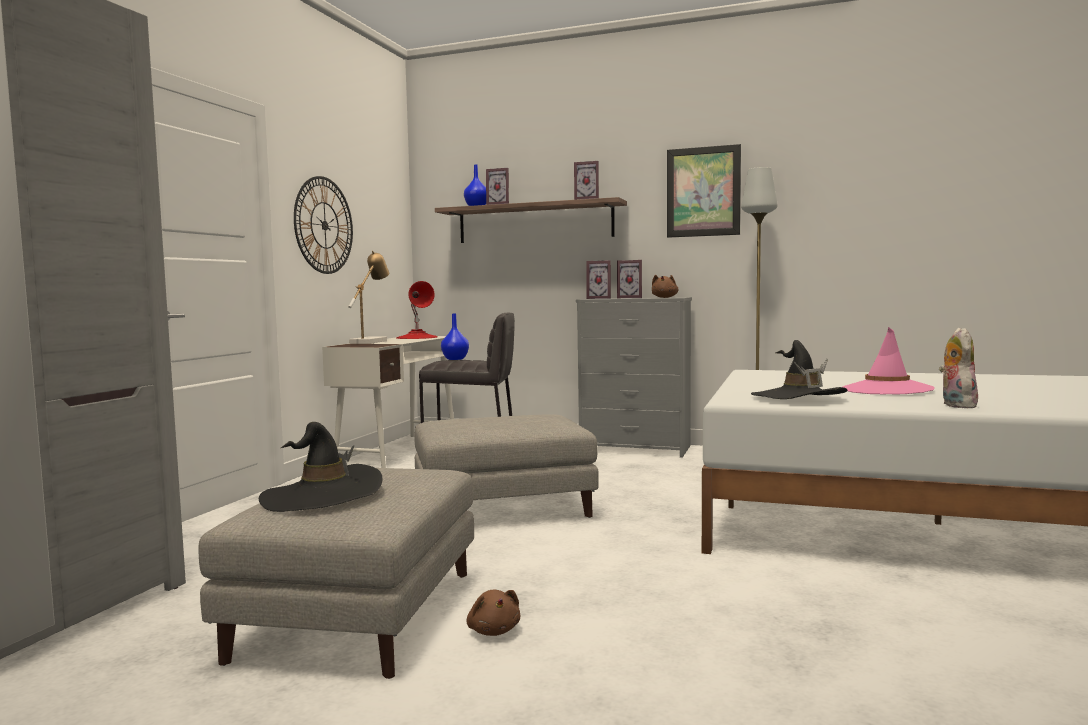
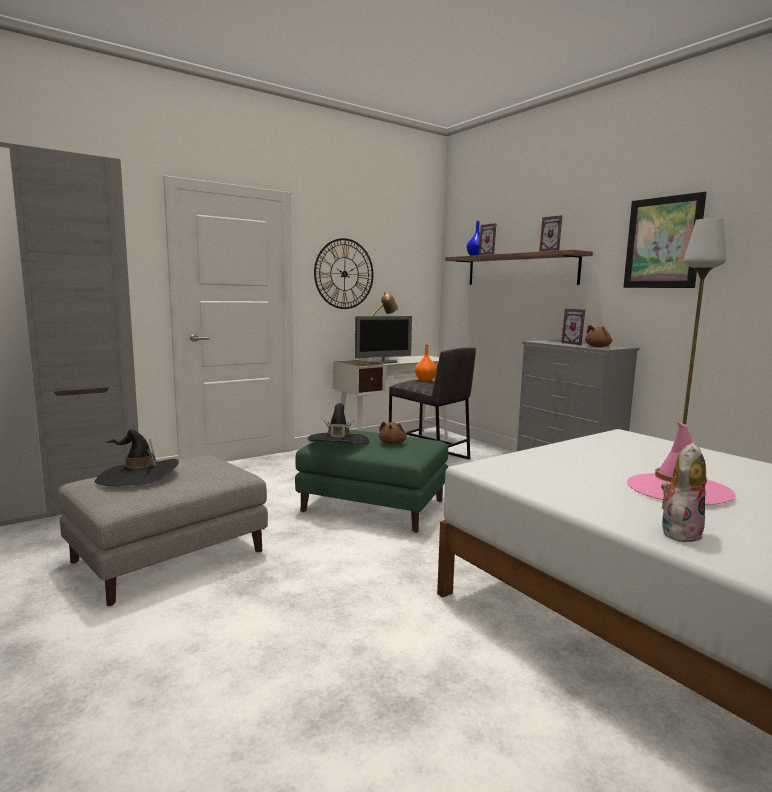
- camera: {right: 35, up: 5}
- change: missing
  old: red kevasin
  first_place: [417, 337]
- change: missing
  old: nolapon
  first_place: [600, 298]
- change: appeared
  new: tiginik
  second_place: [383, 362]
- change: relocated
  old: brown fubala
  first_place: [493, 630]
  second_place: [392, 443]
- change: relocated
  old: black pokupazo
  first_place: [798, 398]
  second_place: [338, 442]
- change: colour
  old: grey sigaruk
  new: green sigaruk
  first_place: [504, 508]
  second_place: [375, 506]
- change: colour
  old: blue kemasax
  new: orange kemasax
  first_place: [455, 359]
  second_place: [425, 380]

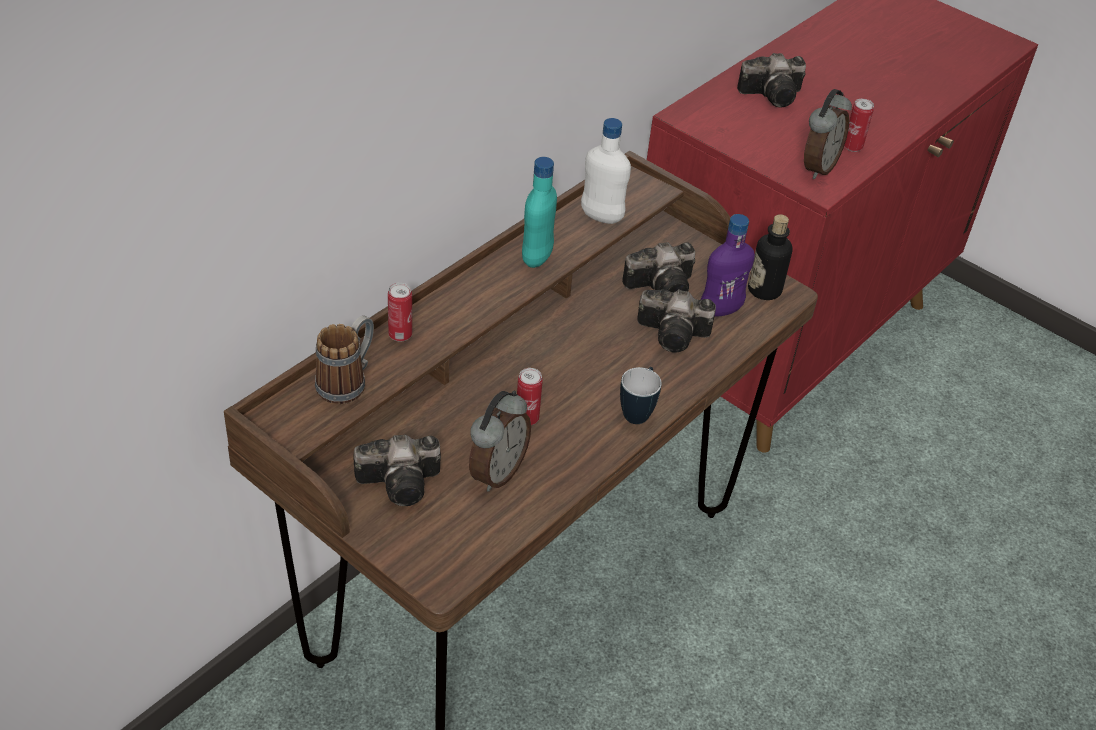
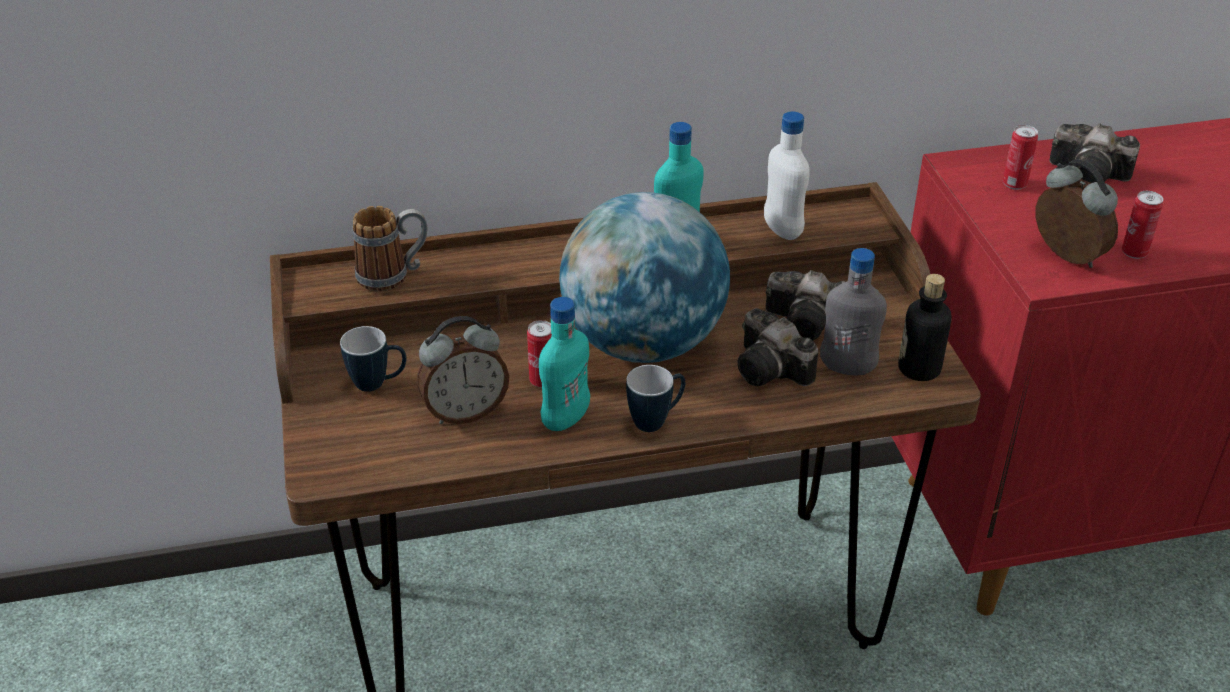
- camera: {right: 40, up: -5}
- change: appeared
  new: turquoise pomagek
  second_place: [565, 419]
- change: appeared
  new: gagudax
  second_place: [643, 343]
- change: relocated
  old: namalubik
  first_place: [400, 335]
  second_place: [1014, 184]
- change: exchanged
  old: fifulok
  new: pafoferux
  first_place: [403, 482]
  second_place: [378, 384]
- change: colour
  old: purple pomagek
  new: grey pomagek
  first_place: [720, 310]
  second_place: [847, 368]
- change: spun
  old: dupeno
  first_place: [817, 167]
  second_place: [1065, 257]
  degrees: -105

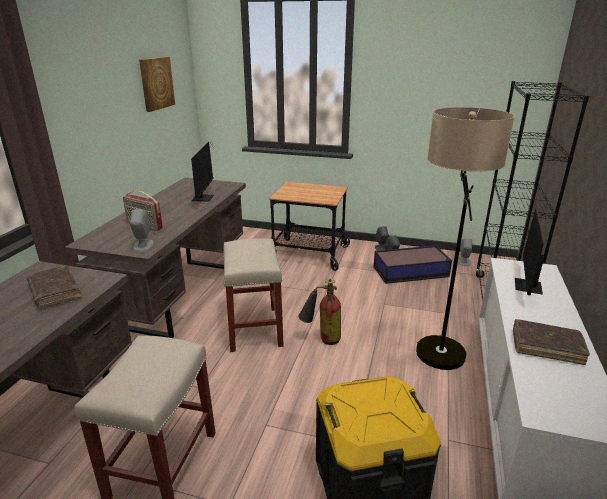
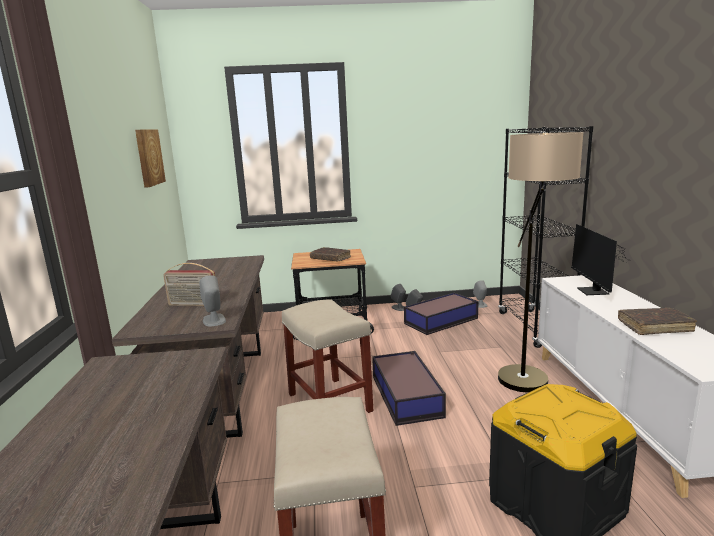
- camera: {right: -20, up: -10}
- change: missing
  old: tiginik
  first_place: [204, 197]
- change: relocated
  old: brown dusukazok
  first_place: [55, 292]
  second_place: [330, 258]
- change: exchanged
  old: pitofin
  new: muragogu
  first_place: [322, 339]
  second_place: [406, 395]

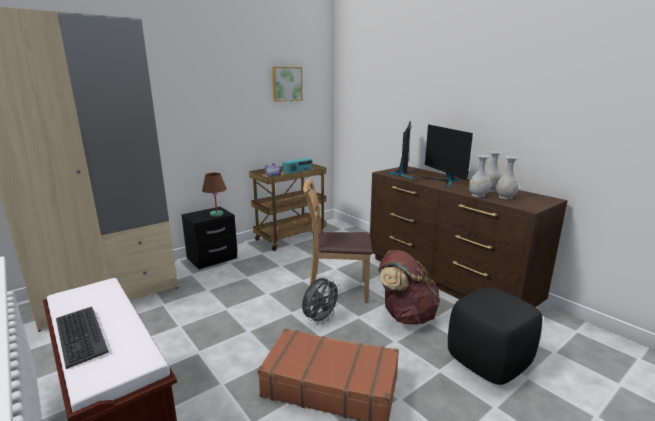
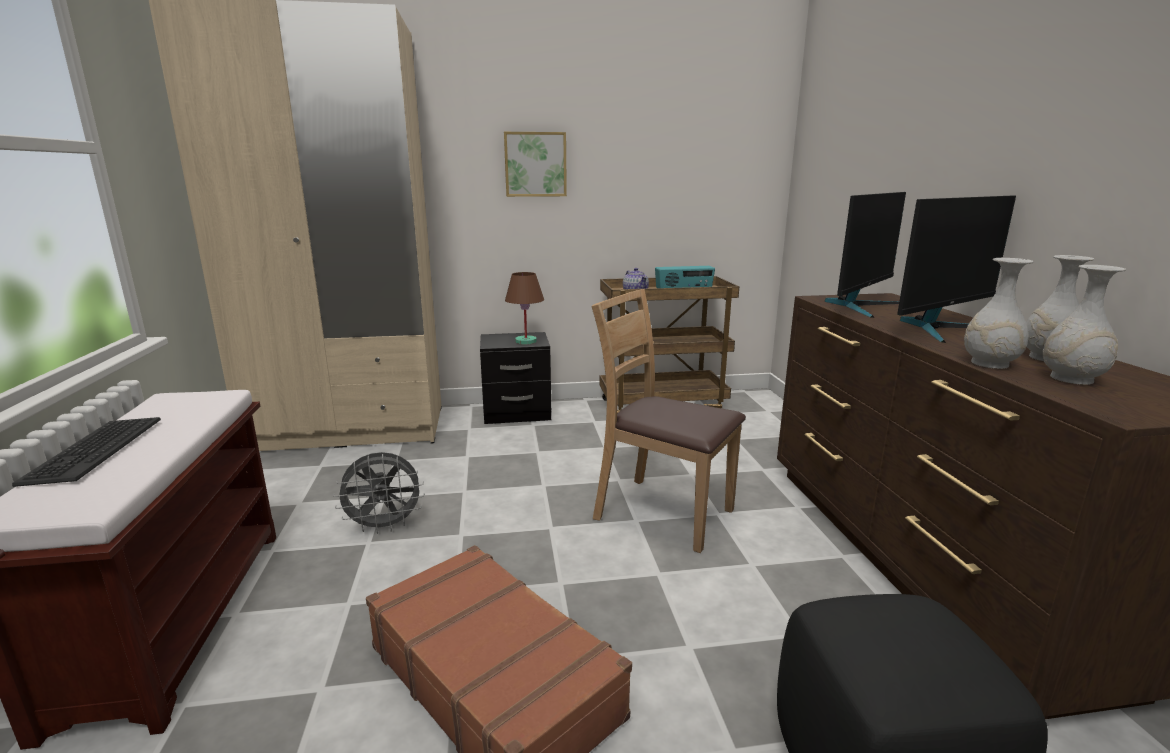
- camera: {right: 30, up: 0}
- change: missing
  old: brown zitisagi
  first_place: [405, 315]
- change: relocated
  old: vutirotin
  first_place: [286, 84]
  second_place: [535, 164]
- change: relocated
  old: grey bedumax
  first_place: [320, 319]
  second_place: [385, 526]
- change: spun
  old: tiginik
  first_place: [445, 182]
  second_place: [940, 328]
  degrees: -135

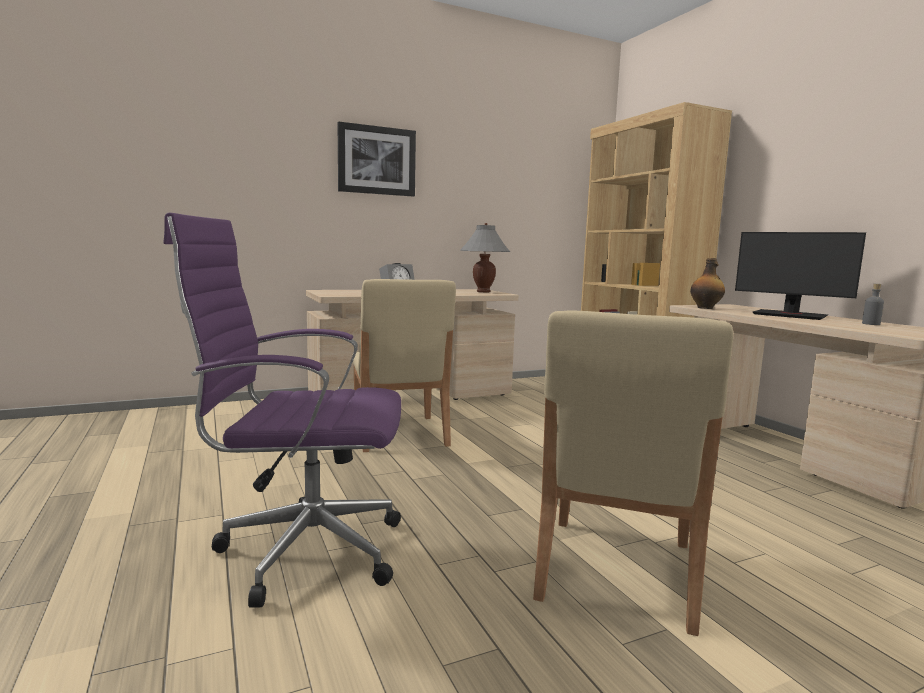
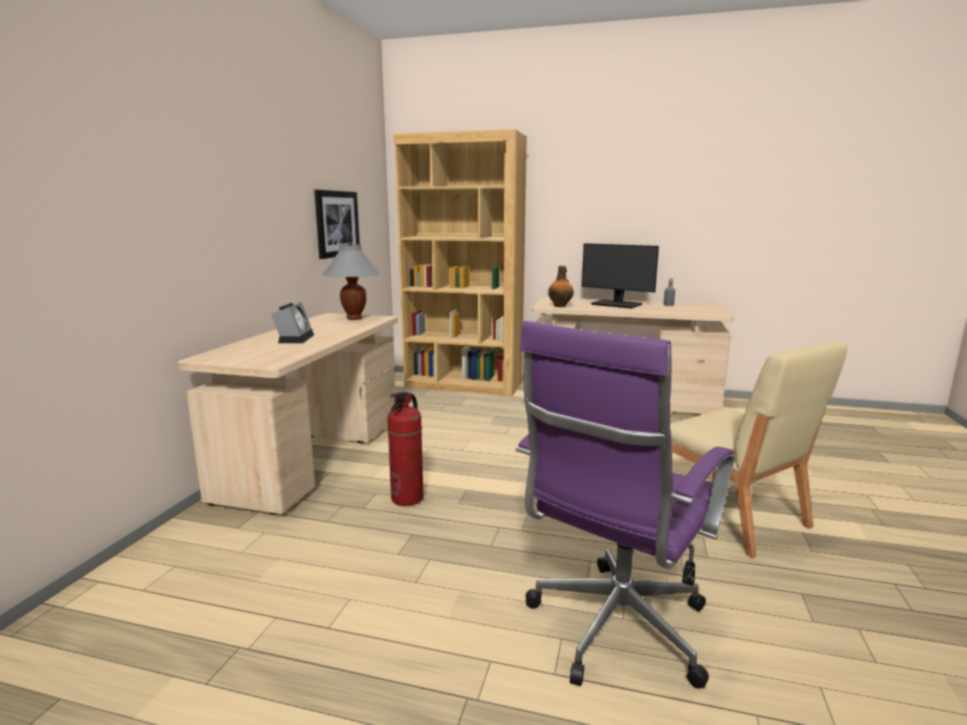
- camera: {right: -50, up: 5}
- change: relocated
  old: vutirotin
  first_place: [377, 160]
  second_place: [337, 223]
- change: exchanged
  old: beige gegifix
  new: pitofin
  first_place: [399, 434]
  second_place: [407, 498]
- change: spun
  old: tiginik
  first_place: [790, 315]
  second_place: [617, 304]
  degrees: 45

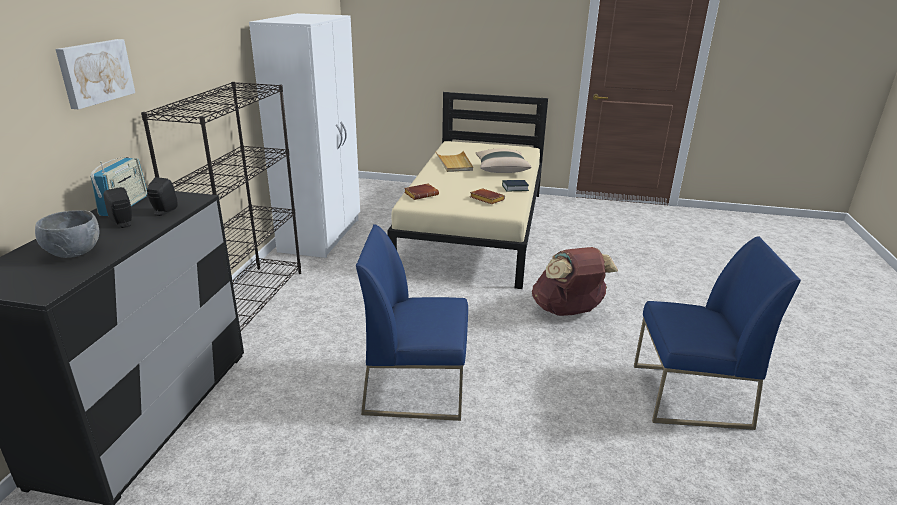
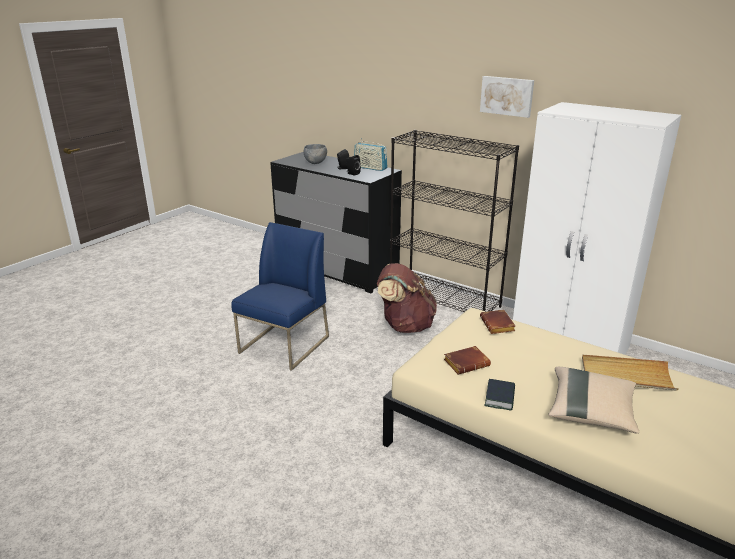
- camera: {right: 115, up: 0}
- change: missing
  old: blue gegifix
  first_place: [689, 396]
- change: relocated
  old: vutirotin
  first_place: [95, 72]
  second_place: [507, 96]
- change: relocated
  old: brown zitisagi
  first_place: [568, 311]
  second_place: [405, 326]

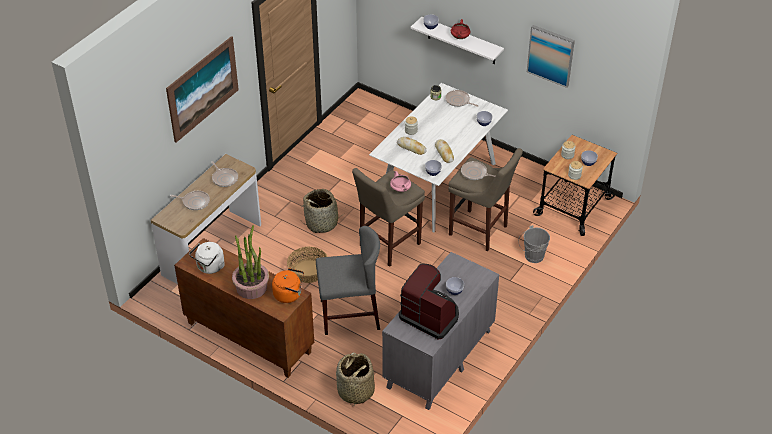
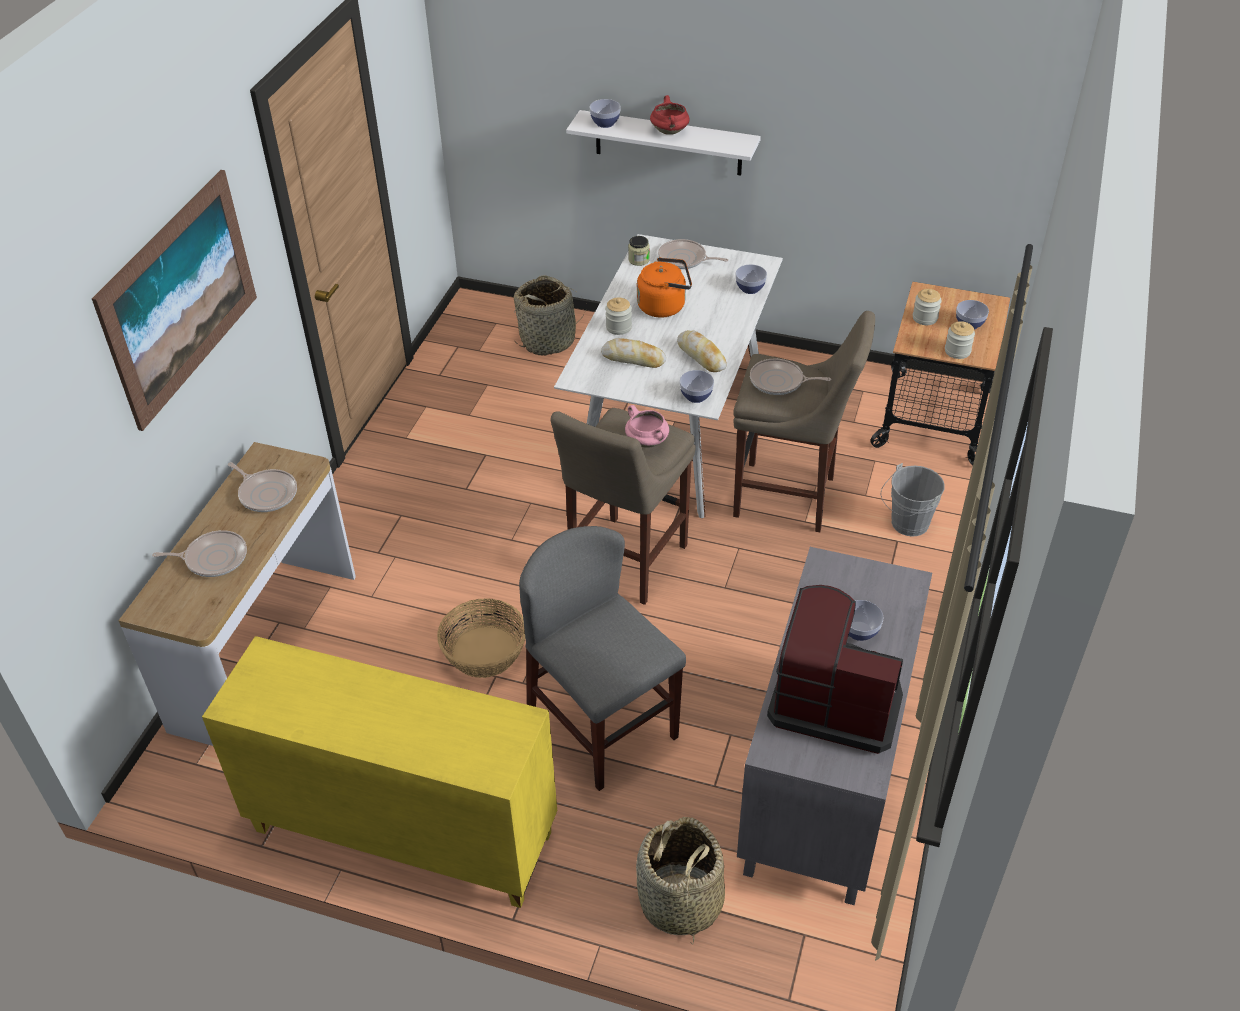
- camera: {right: -15, up: 0}
- change: missing
  old: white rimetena
  first_place: [209, 267]
- change: missing
  old: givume
  first_place: [251, 287]
- change: missing
  old: vutirotin
  first_place: [550, 55]
- change: relocated
  old: orange rimetena
  first_place: [289, 294]
  second_place: [664, 306]
- change: relocated
  old: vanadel
  first_place: [322, 223]
  second_place: [548, 340]
- change: colour
  old: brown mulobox
  new: yellow mulobox
  first_place: [248, 338]
  second_place: [401, 833]
- change: spun
  old: grey gegifix
  first_place: [349, 314]
  second_place: [602, 725]
  degrees: -105

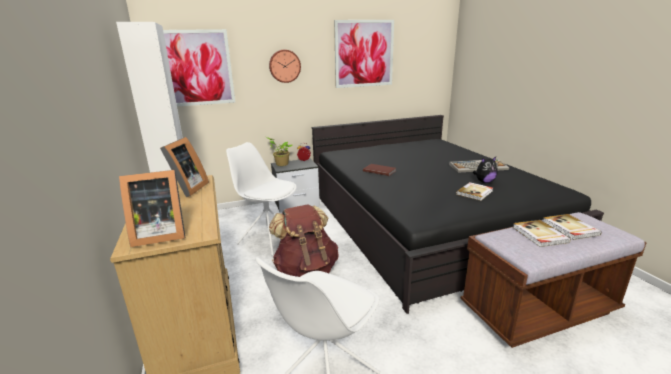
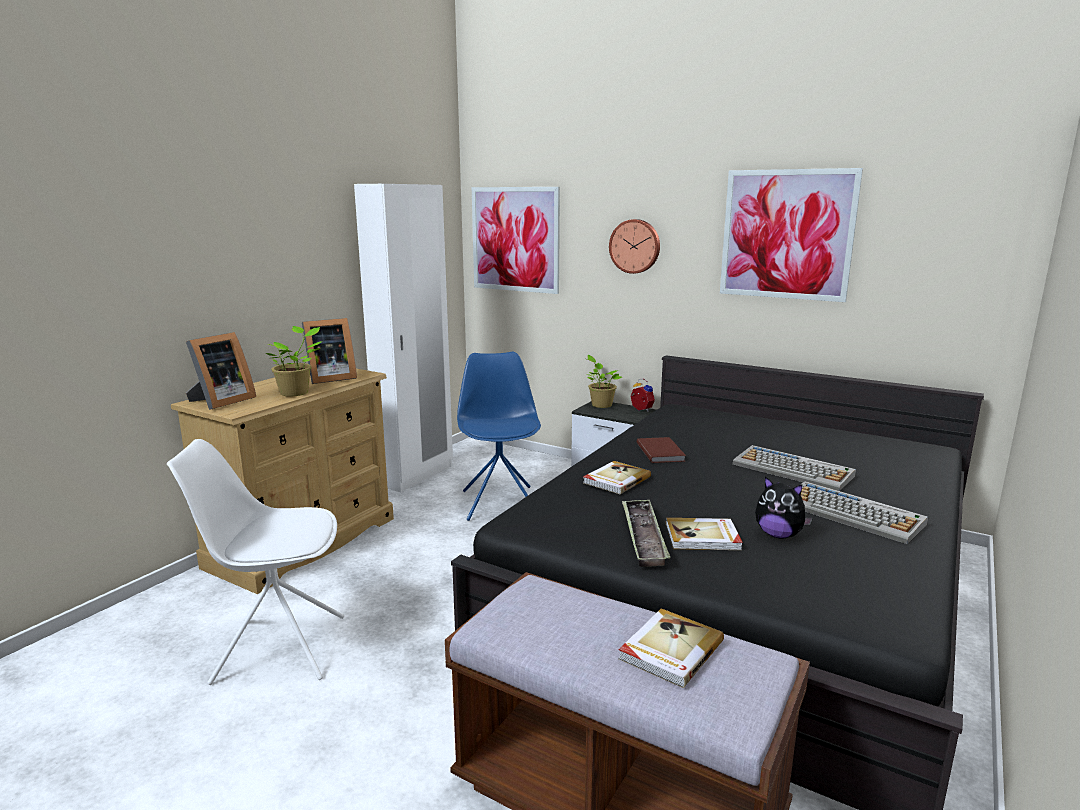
- camera: {right: 50, up: -5}
- change: missing
  old: brown zitisagi
  first_place: [306, 270]
- change: appeared
  new: givume
  second_place: [296, 392]
- change: appeared
  new: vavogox
  second_place: [643, 537]
- change: appeared
  new: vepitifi
  second_place: [794, 470]
- change: relocated
  old: dusukazok
  first_place: [539, 235]
  second_place: [616, 480]
- change: colour
  old: white gegifix
  new: blue gegifix
  first_place: [268, 239]
  second_place: [500, 502]
- change: spun
  old: nolapon
  first_place: [158, 235]
  second_place: [220, 402]
  degrees: -90

